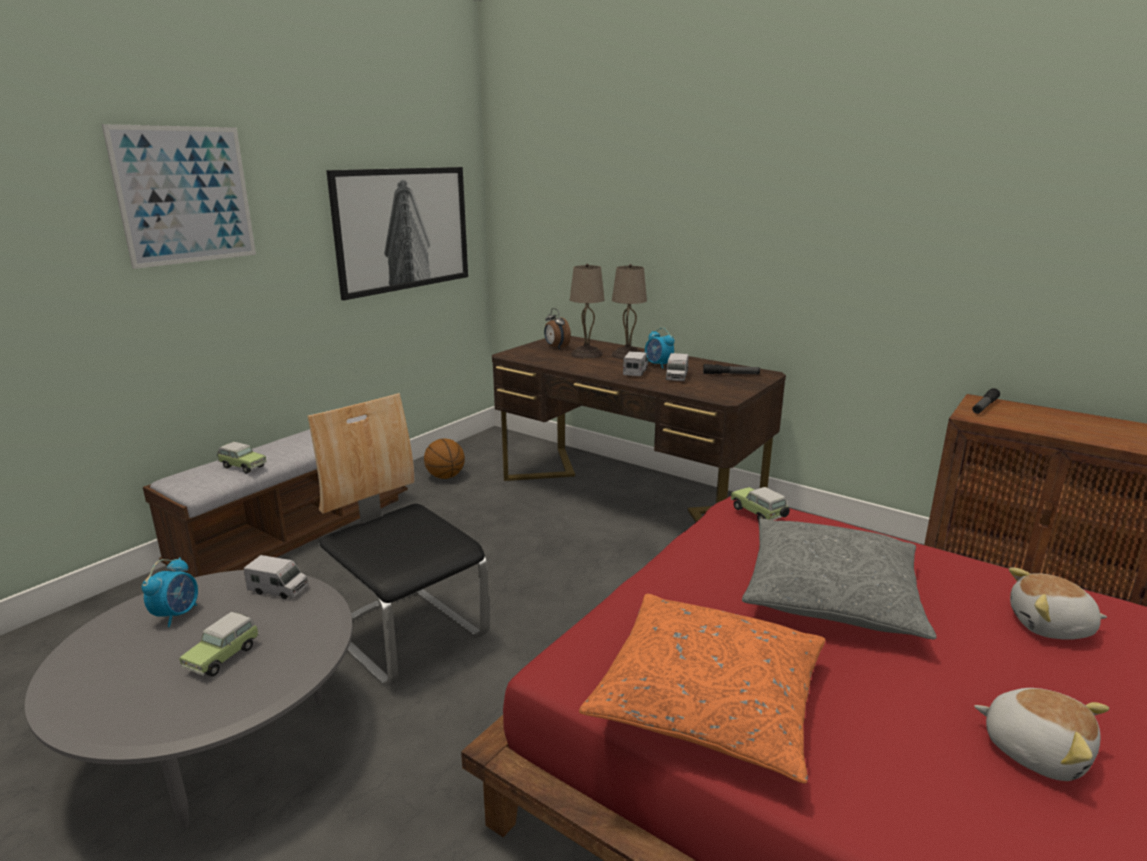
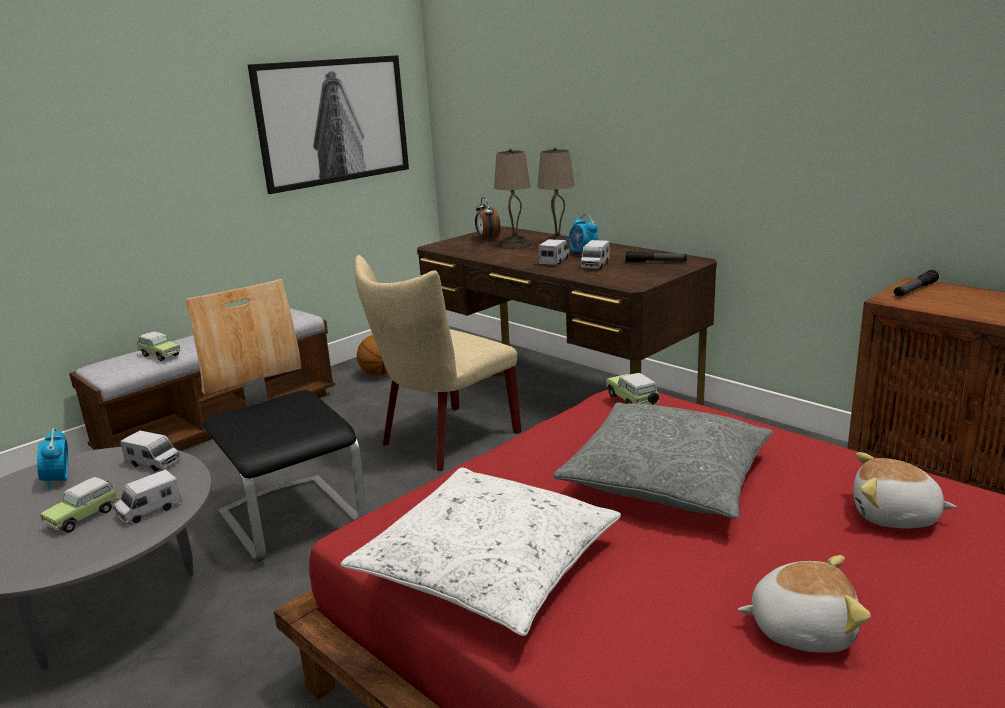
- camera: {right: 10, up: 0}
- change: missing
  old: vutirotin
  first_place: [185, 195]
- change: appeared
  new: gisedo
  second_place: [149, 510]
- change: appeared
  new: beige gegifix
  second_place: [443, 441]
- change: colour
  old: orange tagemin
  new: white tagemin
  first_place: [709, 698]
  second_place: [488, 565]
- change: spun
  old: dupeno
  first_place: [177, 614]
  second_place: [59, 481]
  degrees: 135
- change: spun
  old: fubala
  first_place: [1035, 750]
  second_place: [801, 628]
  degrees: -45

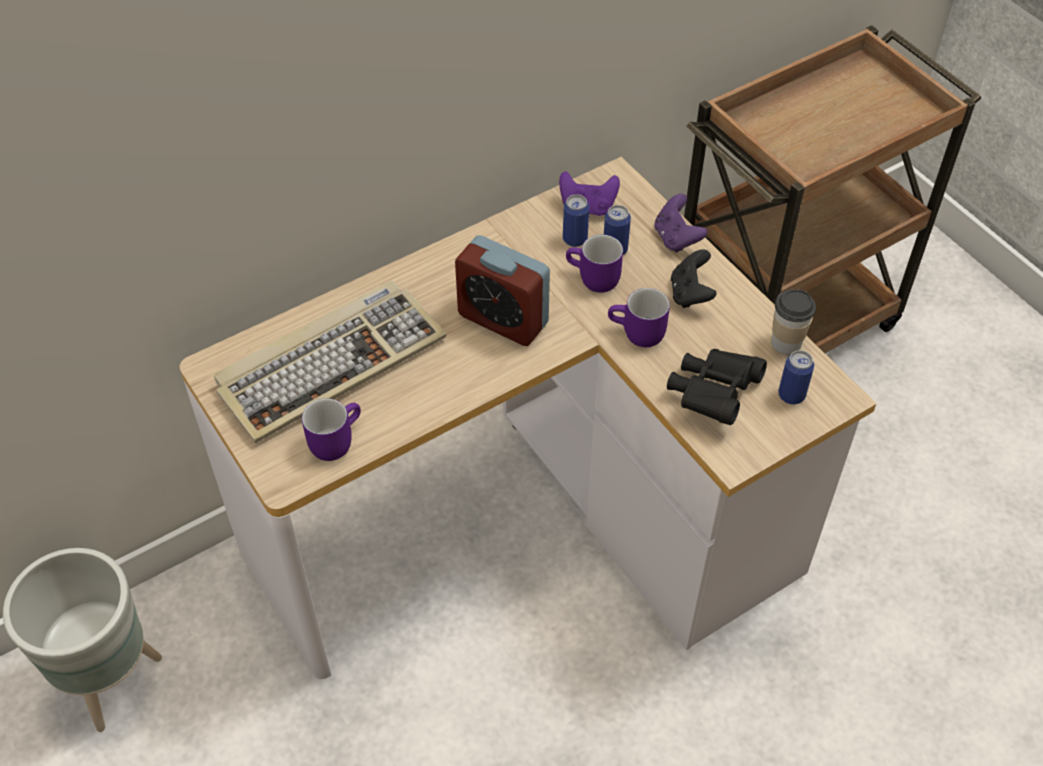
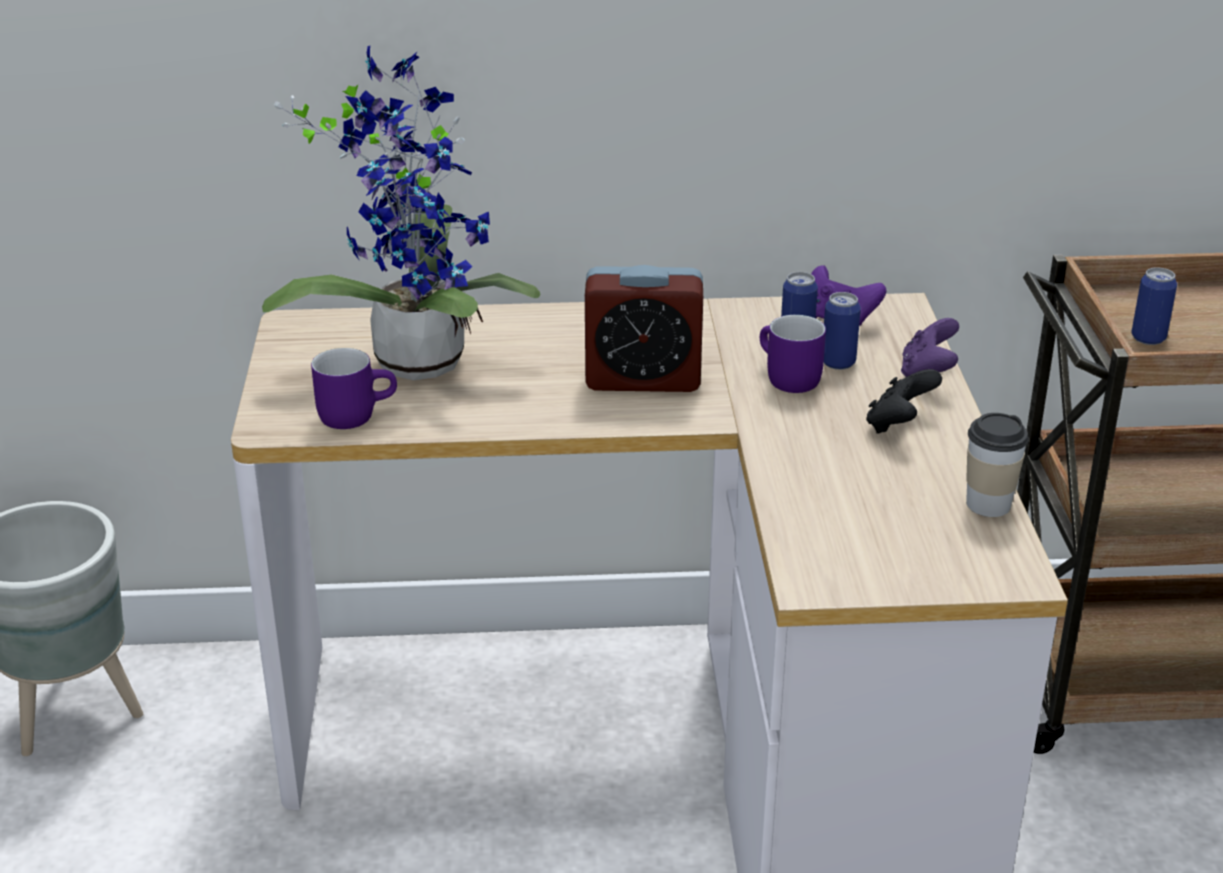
- camera: {right: 30, up: -20}
- change: missing
  old: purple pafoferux
  first_place: [637, 335]
- change: missing
  old: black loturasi
  first_place: [713, 394]
- change: relocated
  old: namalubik
  first_place: [791, 395]
  second_place: [1148, 338]
- change: exchanged
  old: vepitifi
  new: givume
  first_place: [331, 362]
  second_place: [416, 356]
- change: spun
  old: dupeno
  first_place: [503, 319]
  second_place: [643, 379]
  degrees: -60

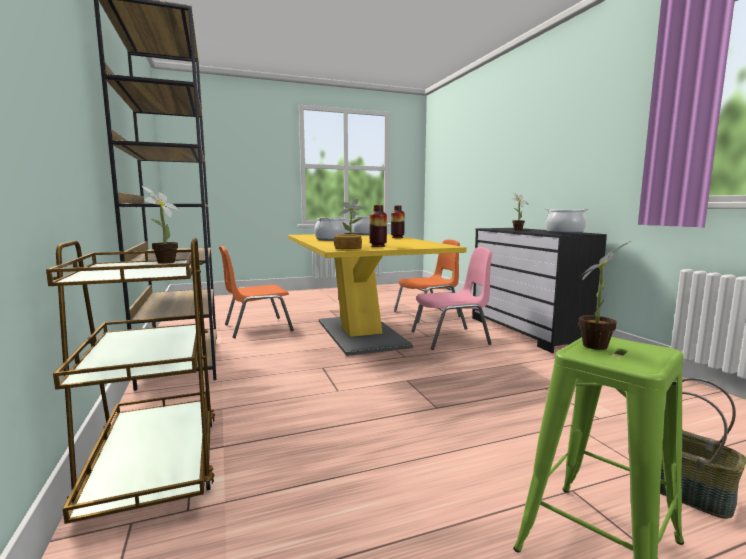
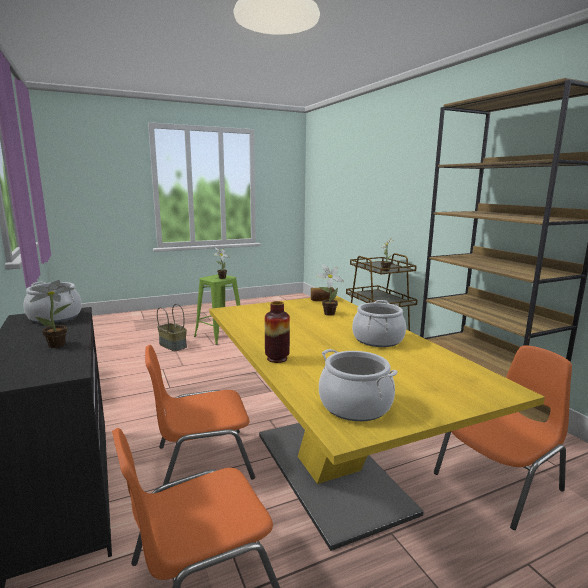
- camera: {right: 175, up: 5}
- change: missing
  old: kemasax
  first_place: [378, 246]
- change: colour
  old: pink gegifix
  new: orange gegifix
  first_place: [451, 338]
  second_place: [202, 461]

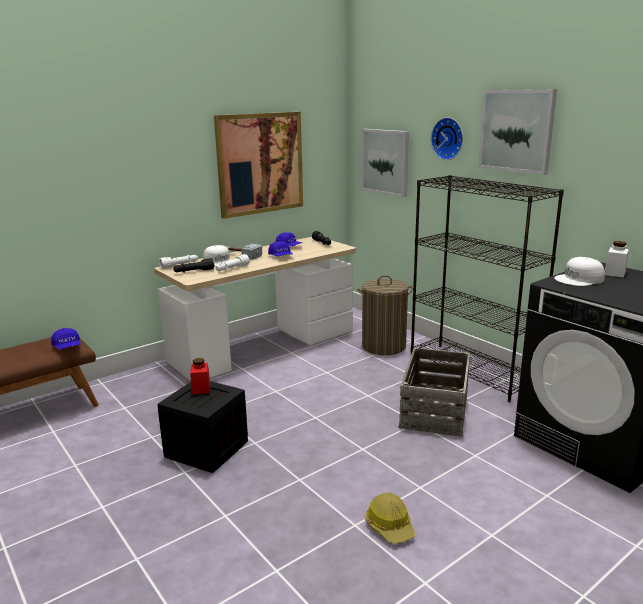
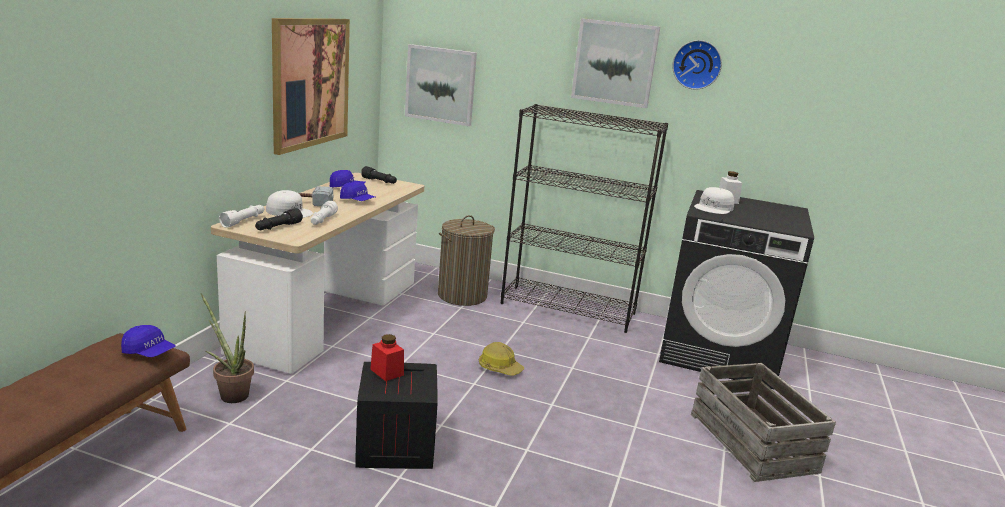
- camera: {right: -35, up: 0}
- change: appeared
  new: givume
  second_place: [230, 394]
- change: relocated
  old: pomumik
  first_place: [390, 526]
  second_place: [499, 368]
- change: relocated
  old: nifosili
  first_place: [435, 409]
  second_place: [753, 442]
- change: relocated
  old: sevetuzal
  first_place: [449, 138]
  second_place: [697, 64]

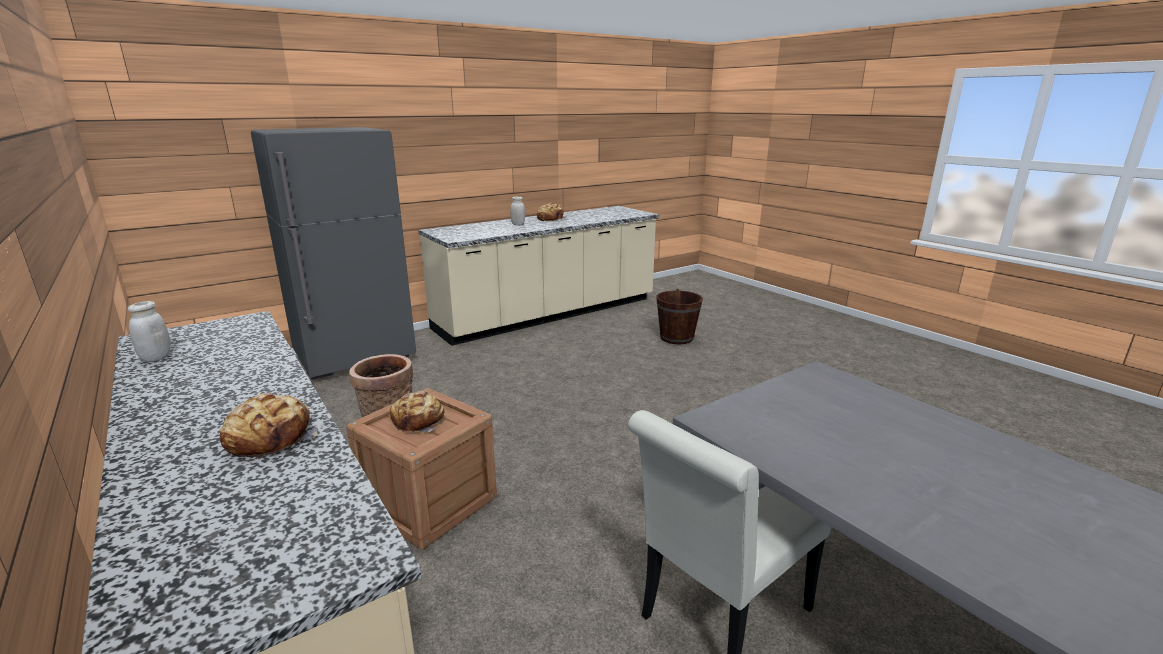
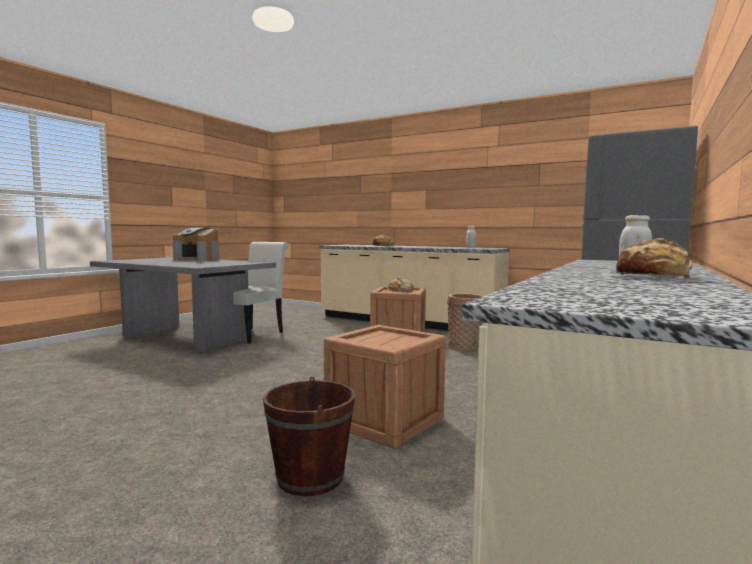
- camera: {right: 155, up: -15}
- change: appeared
  new: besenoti
  second_place: [197, 260]
- change: appeared
  new: nifosili
  second_place: [384, 421]

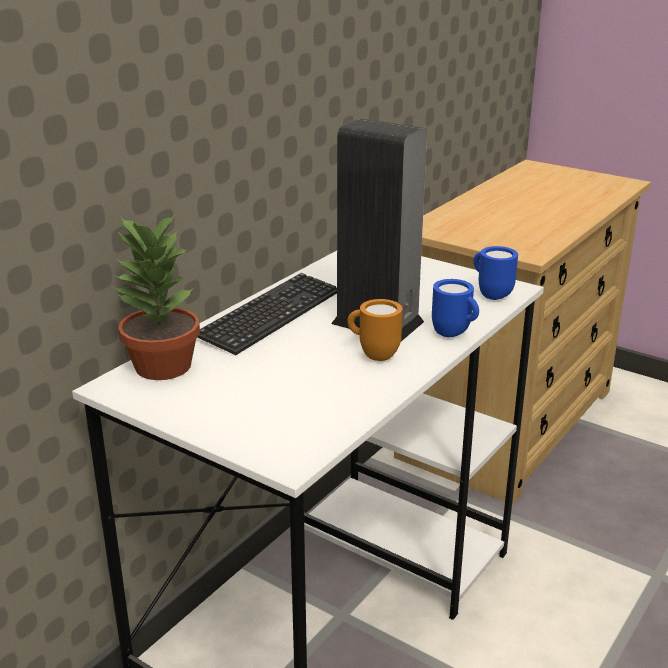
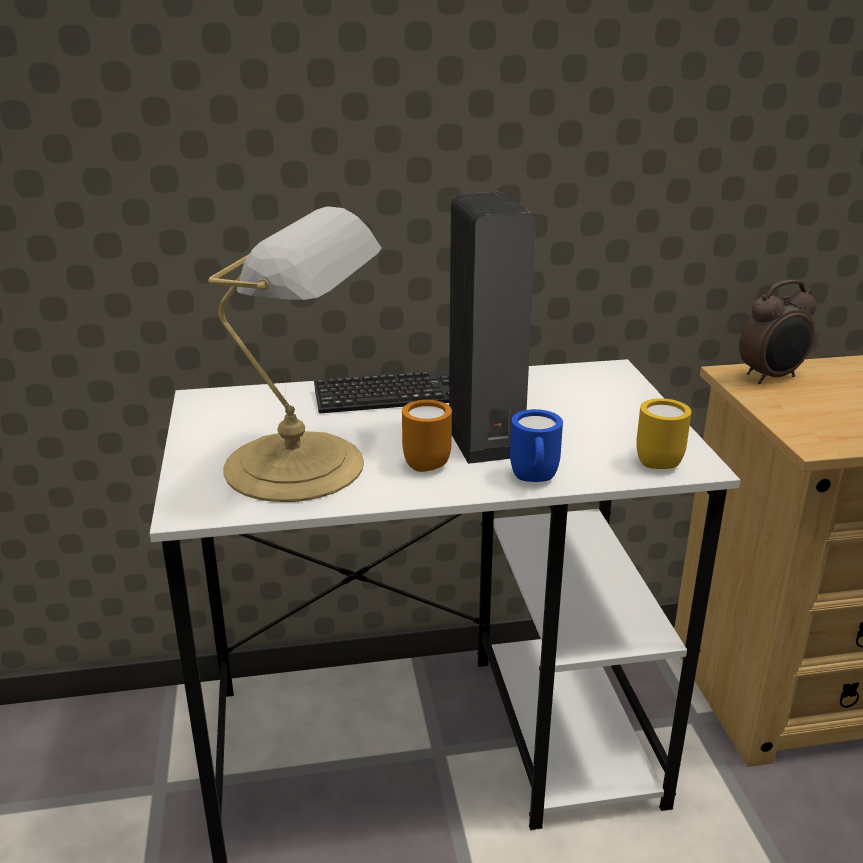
- camera: {right: 45, up: 0}
- change: missing
  old: givume
  first_place: [161, 366]
- change: appeared
  new: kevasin
  second_place: [302, 466]
- change: appeared
  new: dupeno
  second_place: [771, 377]
- change: colour
  old: blue pafoferux
  new: yellow pafoferux
  first_place: [490, 294]
  second_place: [657, 461]

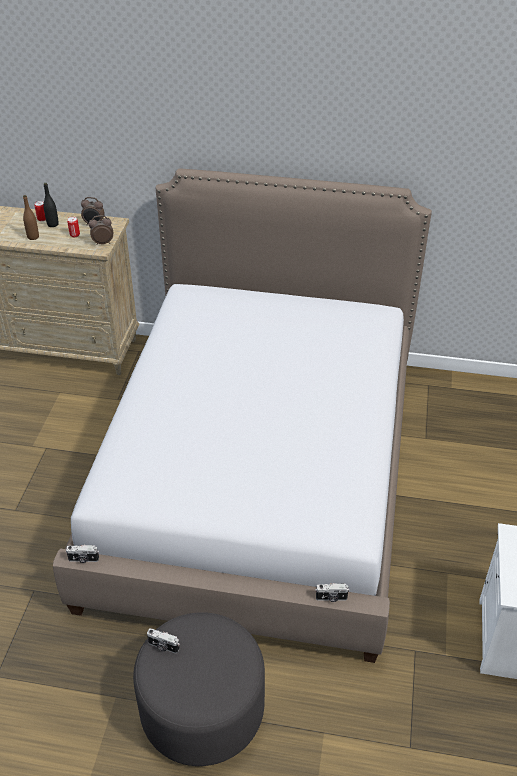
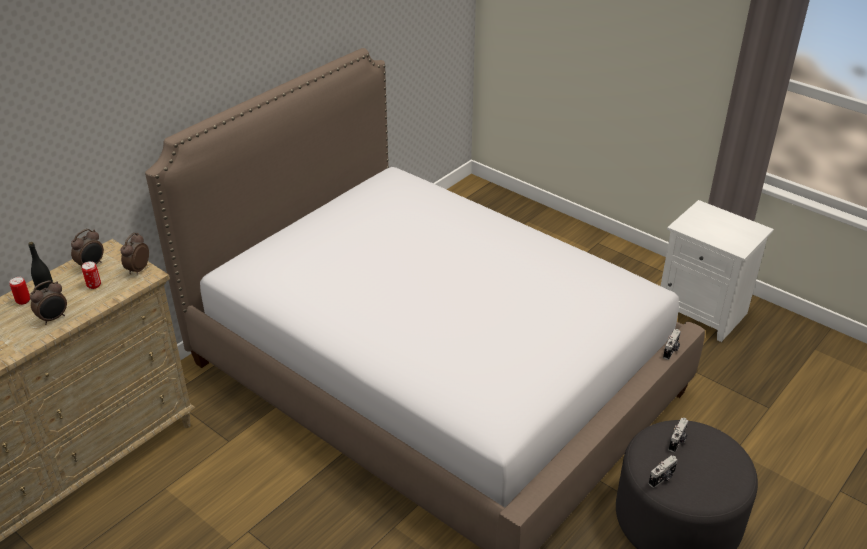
- camera: {right: -60, up: -5}
- change: relocated
  old: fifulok
  first_place: [83, 559]
  second_place: [678, 441]
- change: exchanged
  old: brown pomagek
  new: dupeno
  first_place: [33, 237]
  second_place: [54, 318]

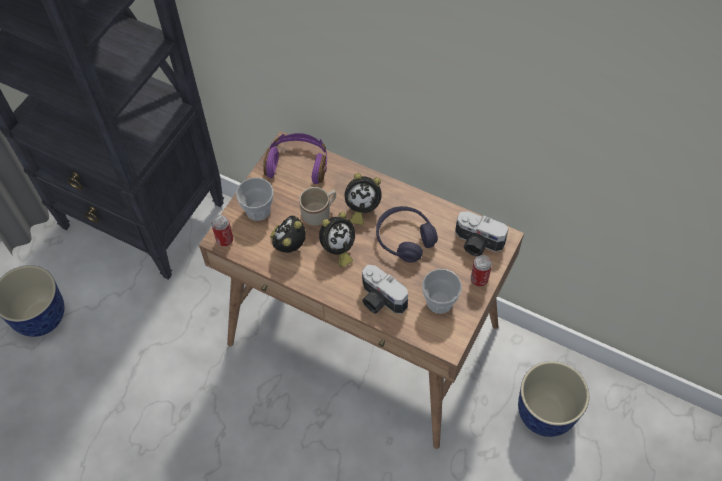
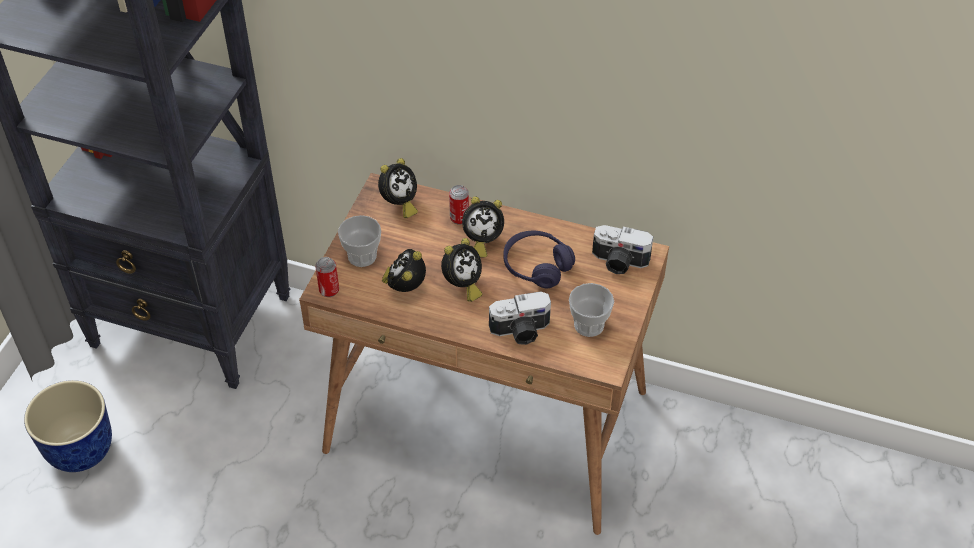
- camera: {right: -10, up: -10}
- change: missing
  old: beige pafoferux
  first_place: [319, 213]
- change: missing
  old: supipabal
  first_place: [546, 414]
- change: relocated
  old: namalubik
  first_place: [479, 279]
  second_place: [459, 218]
- change: exchanged
  old: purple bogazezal
  new: dupeno
  first_place: [298, 164]
  second_place: [399, 204]
- change: spun
  old: fifulok
  first_place: [380, 300]
  second_place: [521, 331]
  degrees: -45

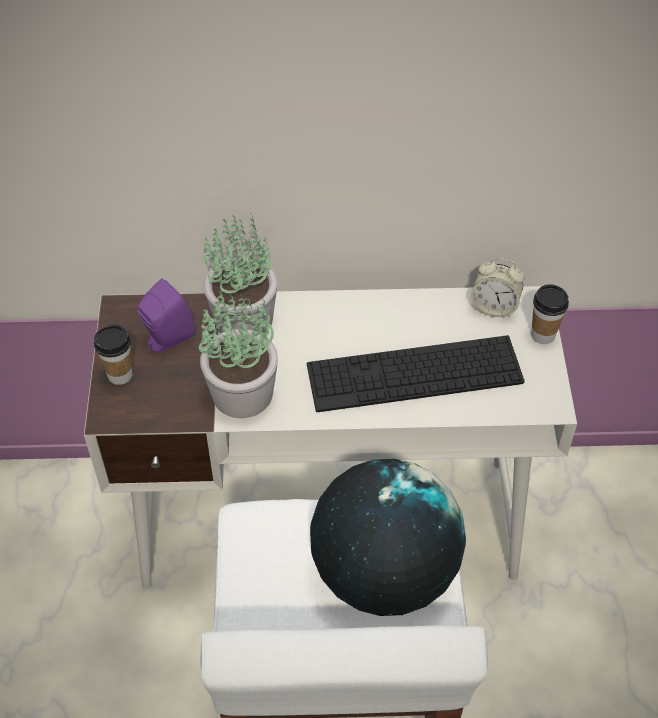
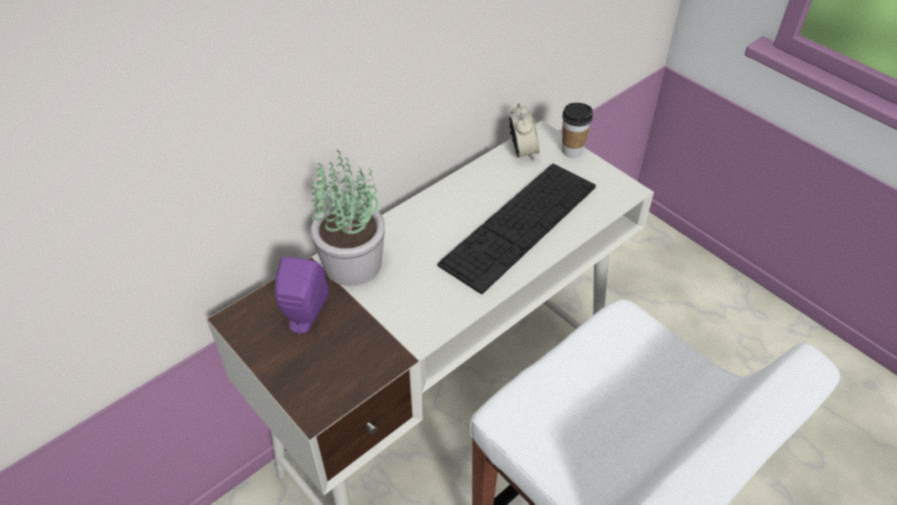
- camera: {right: -40, up: -5}
- change: missing
  old: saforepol
  first_place: [120, 375]
- change: missing
  old: givume
  first_place: [243, 392]
- change: missing
  old: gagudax
  first_place: [383, 572]
- change: spun
  old: dupeno
  first_place: [494, 307]
  second_place: [522, 152]
  degrees: -75

